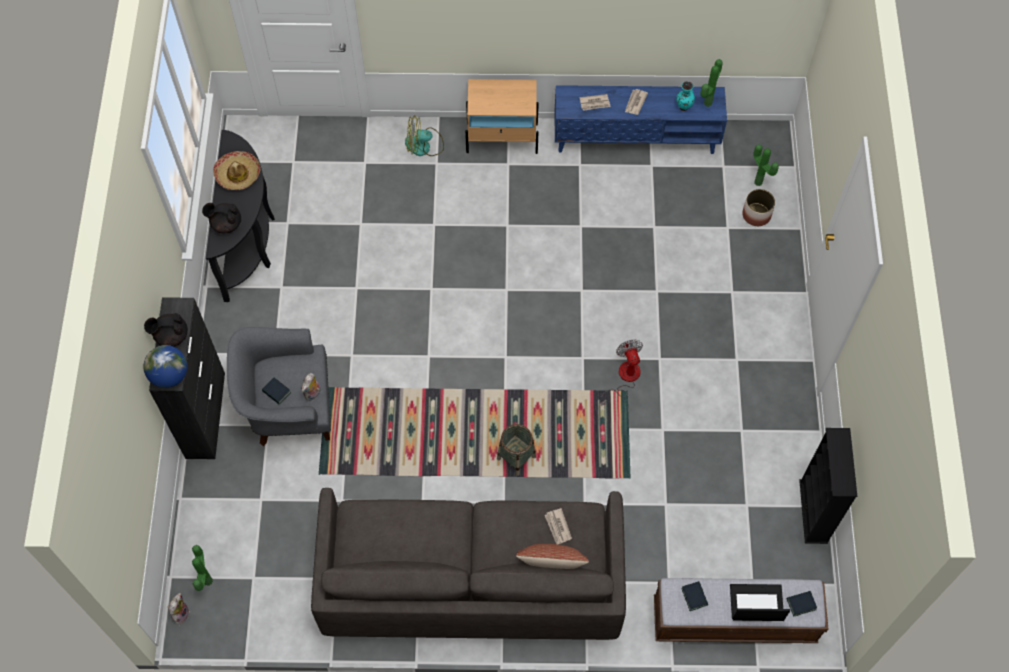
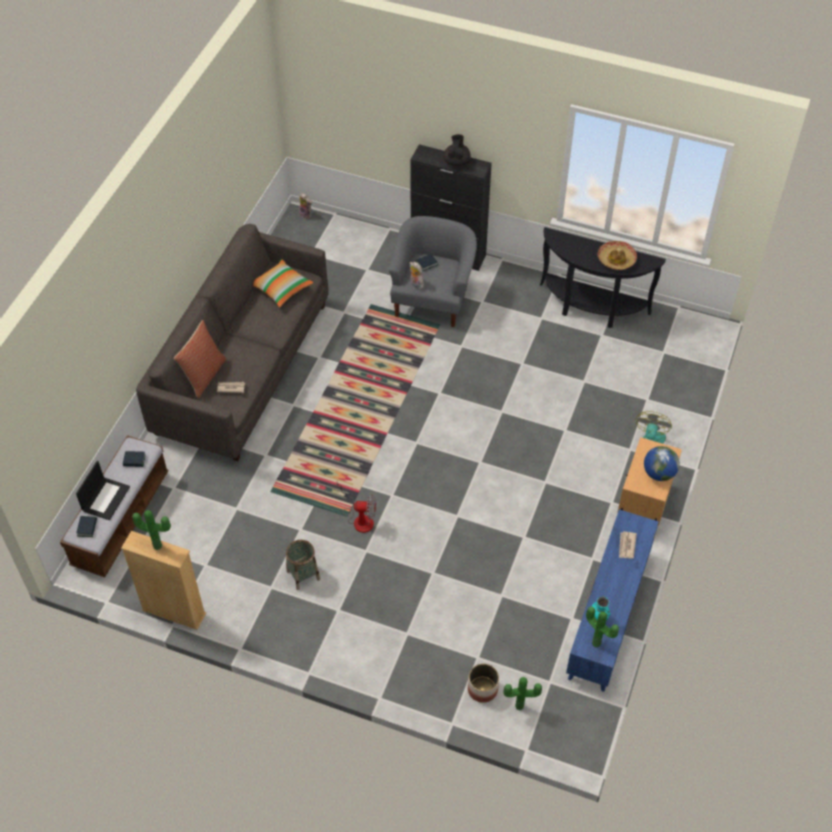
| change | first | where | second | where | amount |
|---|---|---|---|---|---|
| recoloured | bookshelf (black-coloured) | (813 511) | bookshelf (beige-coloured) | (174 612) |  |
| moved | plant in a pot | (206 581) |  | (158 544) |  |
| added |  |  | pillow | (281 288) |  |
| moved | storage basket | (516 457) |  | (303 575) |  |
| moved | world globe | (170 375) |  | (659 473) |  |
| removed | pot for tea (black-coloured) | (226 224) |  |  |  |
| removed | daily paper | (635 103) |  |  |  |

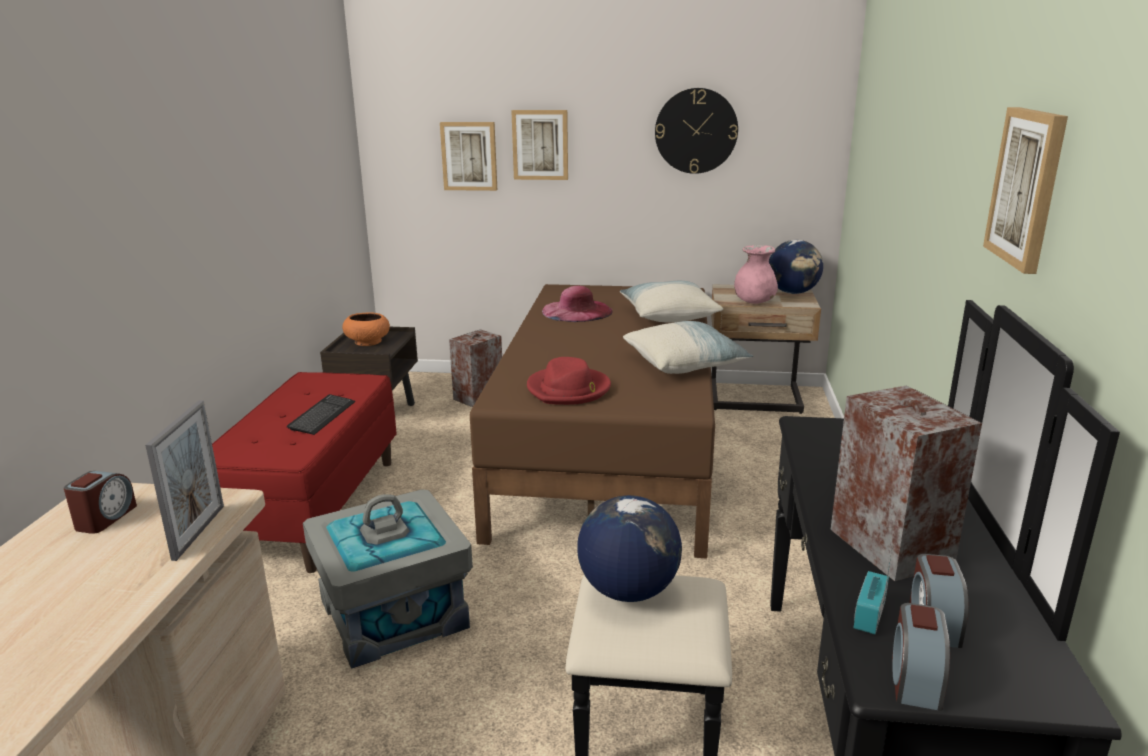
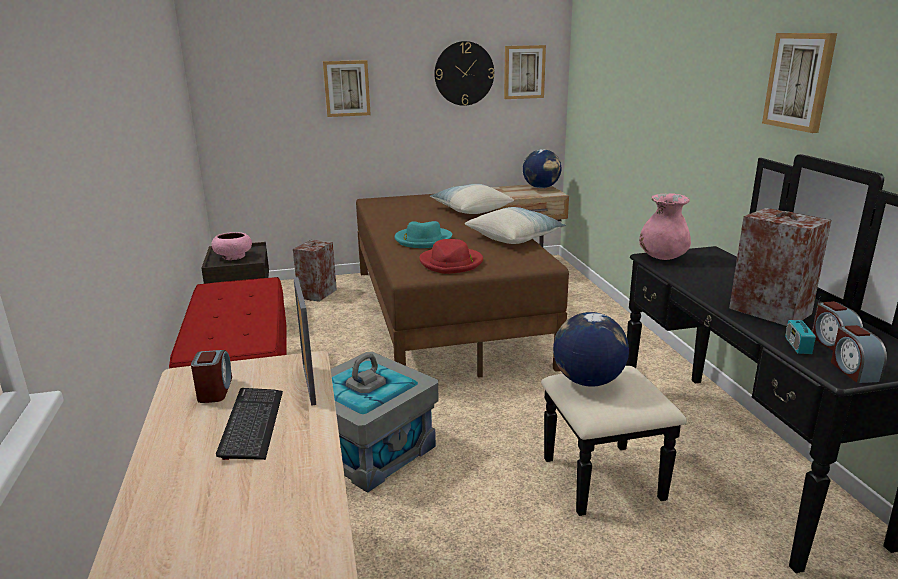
| change | first | where | second | where | amount |
|---|---|---|---|---|---|
| recoloured | bowl (orange-coloured) | (367 342) | bowl (pink) | (233 256) |  |
| moved | keyboard | (322 416) |  | (252 424) |  |
| added |  |  | wearable hat (turquoise-coloured) | (423 240) |  |
| moved | wall picture | (469 156) |  | (524 72) |  |
| moved | vase (pink) | (754 302) |  | (662 257) |  |
| removed | wearable hat (pink) | (577 311) |  |  |  |

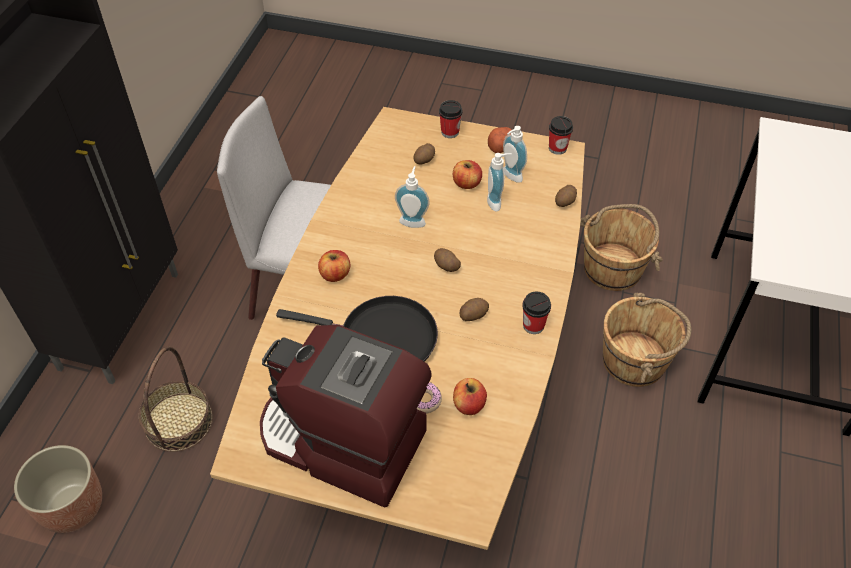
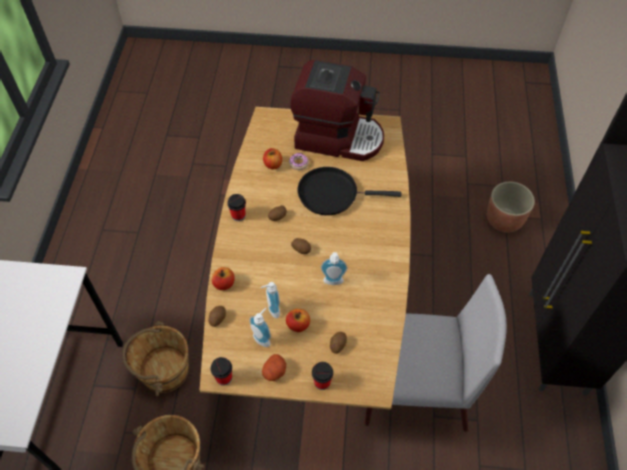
| change | first | where | second | where | amount |
|---|---|---|---|---|---|
| moved | apple fruit | (335 274) |  | (224 284) |  |
| removed | storage basket | (178 421) |  |  |  |

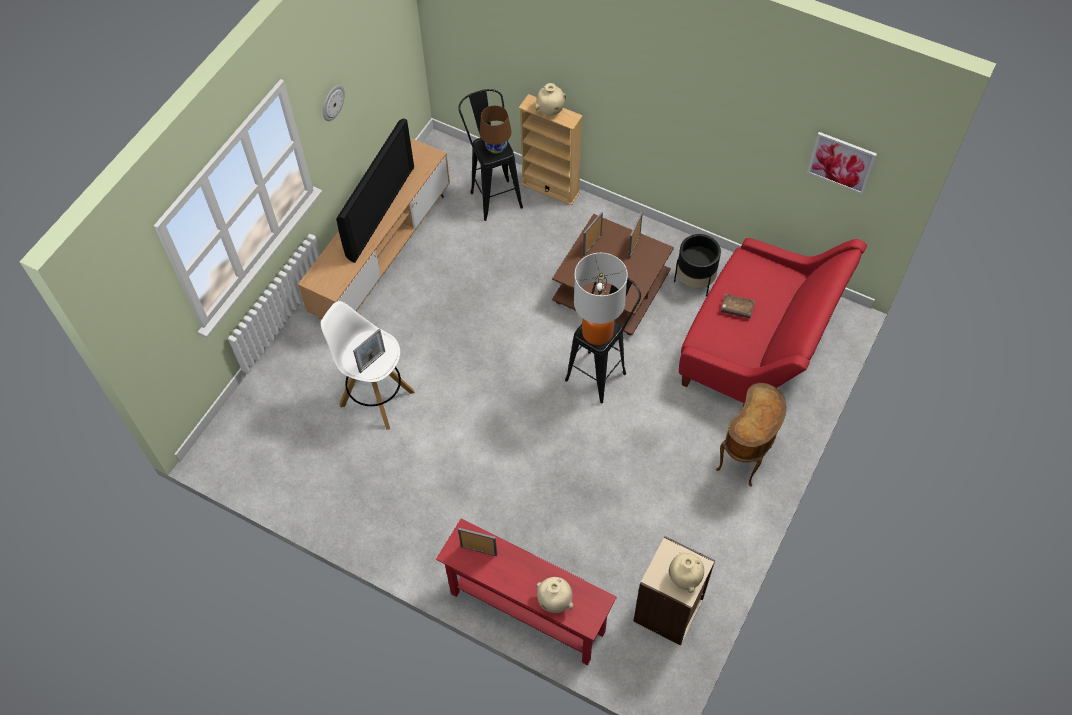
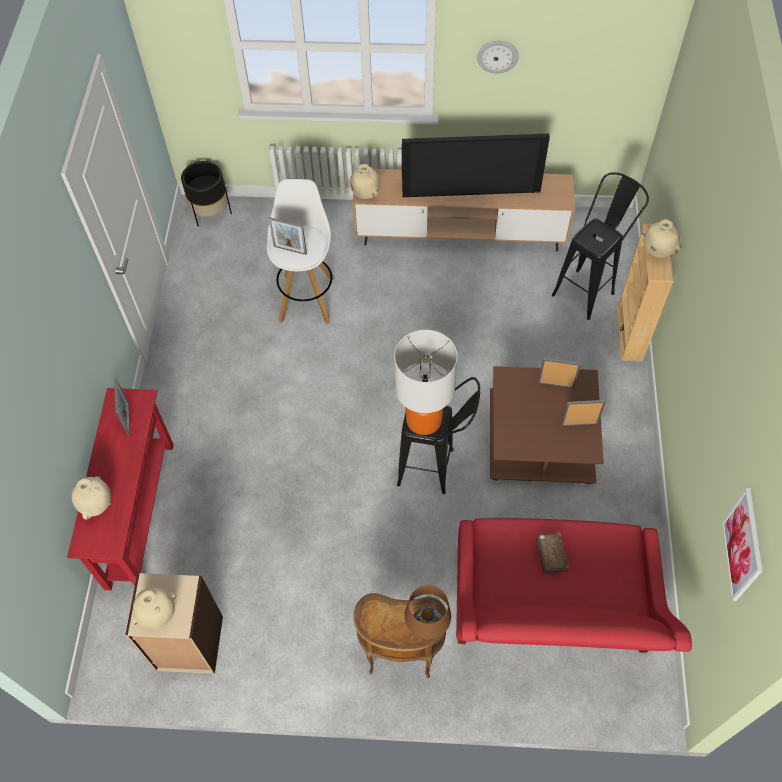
| change | first | where | second | where | amount |
|---|---|---|---|---|---|
| moved | flower pot (black-coloured) | (694 281) |  | (211 213) |  |
| added |  |  | vase (beige-coloured) | (365 194) |  |
| moved | table lamp (brown-coloured) | (496 147) |  | (427 626) |  |

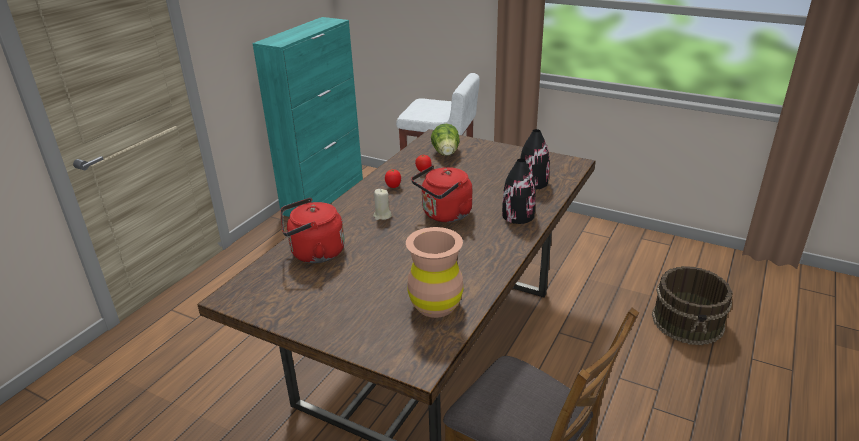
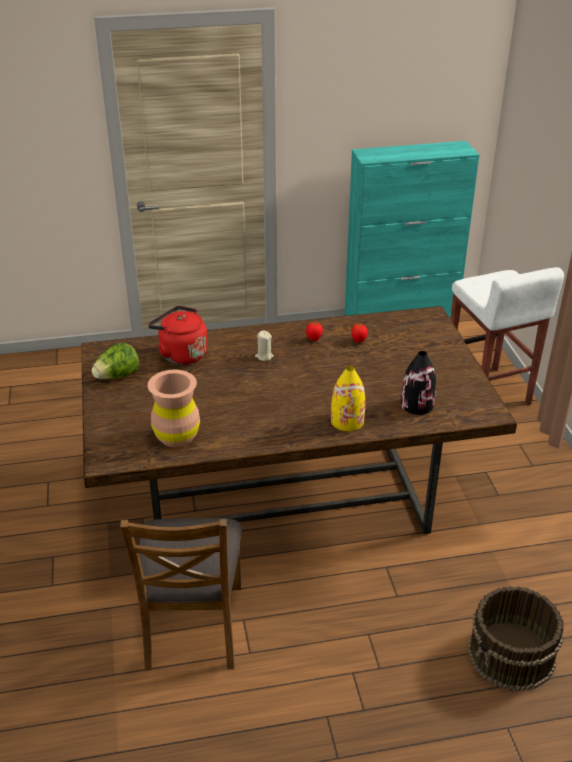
| change | first | where | second | where | amount |
|---|---|---|---|---|---|
| moved | head of lettuce | (446 154) |  | (117 376) |  |
| recoloured | vase (black-coloured) | (518 215) | vase (yellowish) | (347 421) |  |
| removed | water kettle (red) | (444 215) |  |  |  |

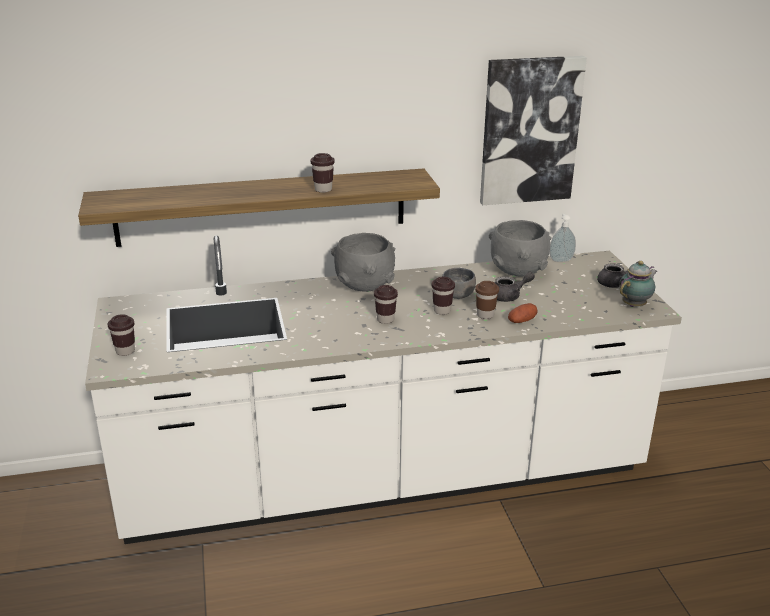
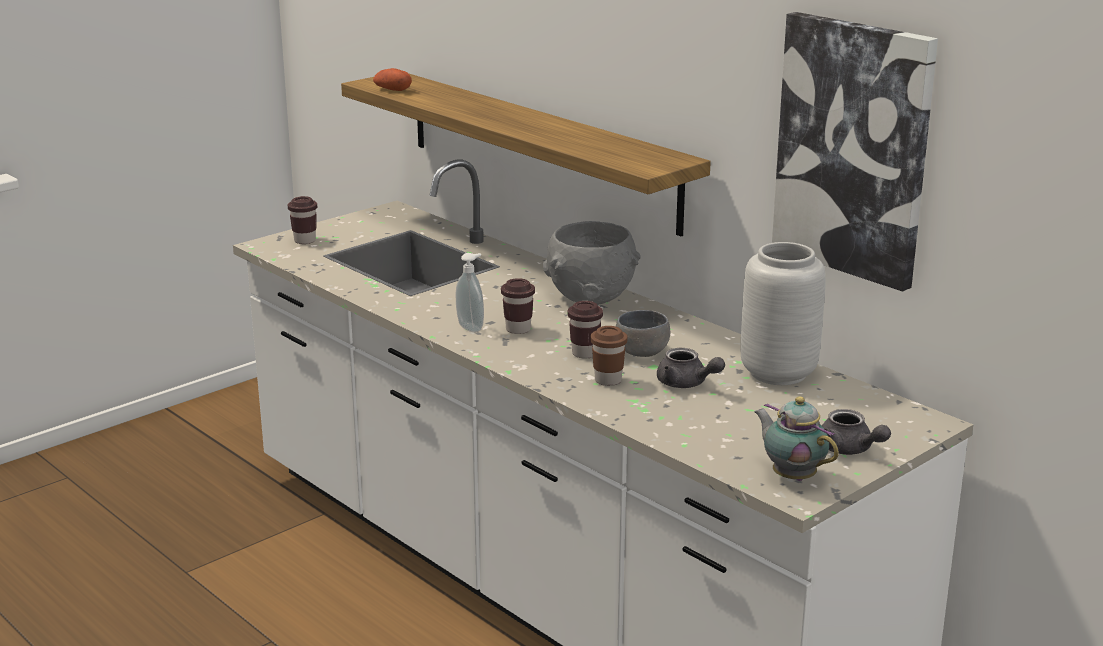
| change | first | where | second | where | amount |
|---|---|---|---|---|---|
| moved | whole potato | (522 321) |  | (392 90) |  |
| moved | liquid soap bottle | (560 260) |  | (471 327) |  |
| replaced | bowl (greyish) | (517 271) | vase (greyish) | (777 373) |  |
| turned | pot for tea | (635 305) |  | (791 476) | 150 degrees counterclockwise |
| removed | small cup (brown-coloured) | (323 189) |  |  |  |

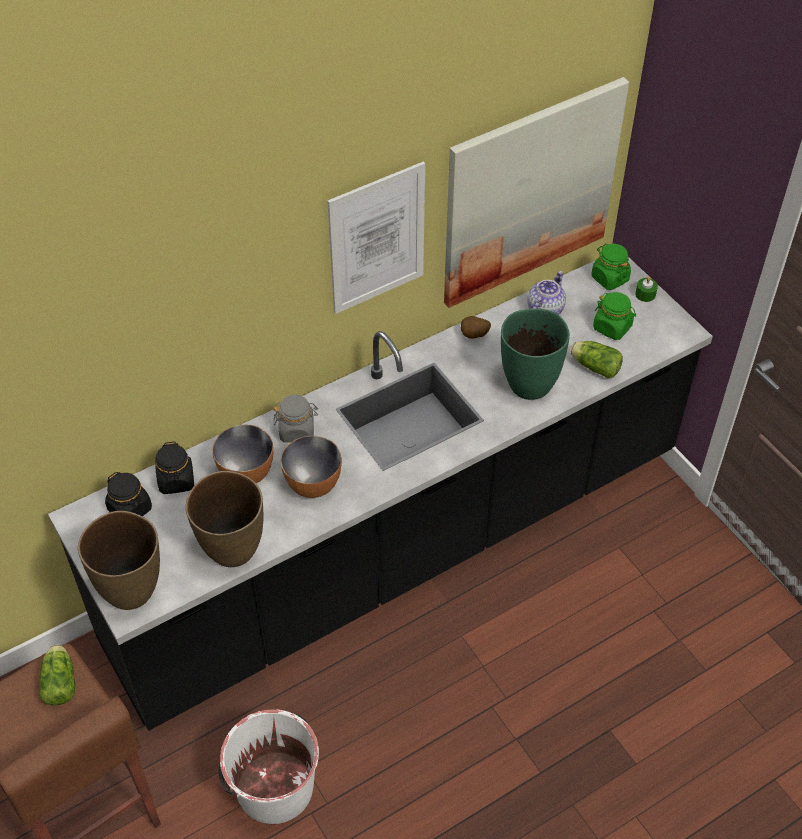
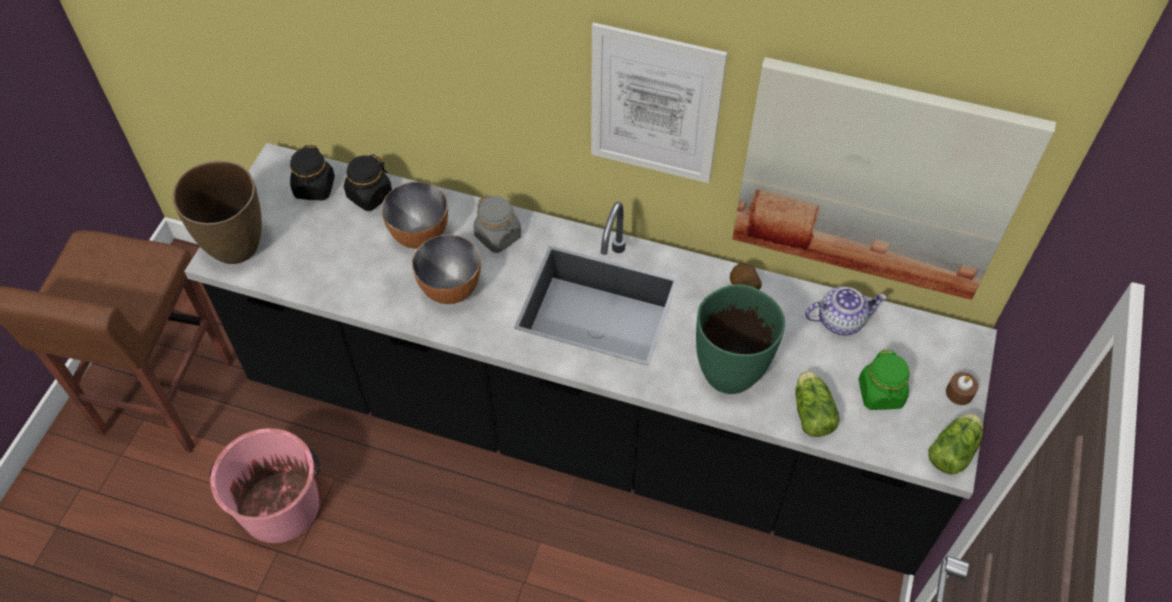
| change | first | where | second | where | amount |
|---|---|---|---|---|---|
| recoloured | bucket (whitish) | (274 787) | bucket (pink) | (280 506) |  |
| moved | head of lettuce | (60 681) |  | (954 450) |  |
| recoloured | candle (greenish) | (645 294) | candle (brown-coloured) | (959 393) |  |
| removed | vase (brown-coloured) | (233 551) |  |  |  |
| removed | preserve jar (greenish) | (609 278) |  |  |  |

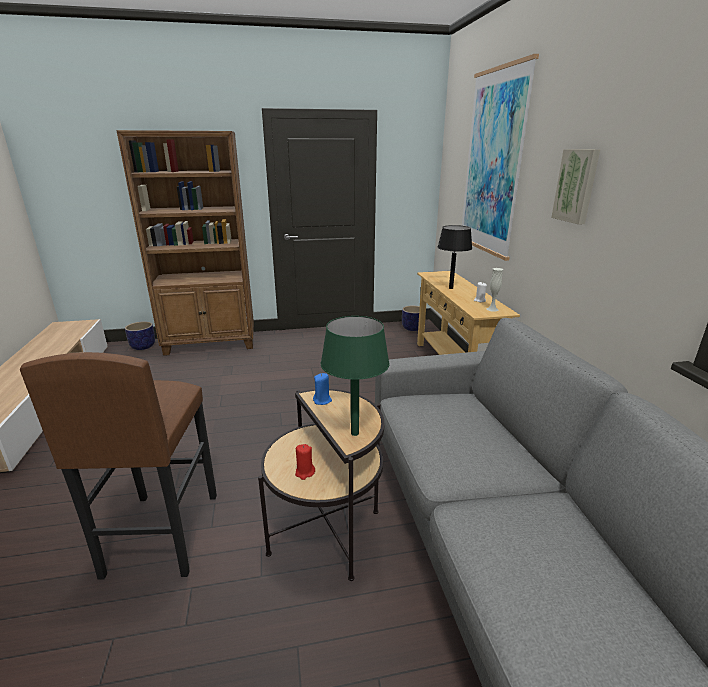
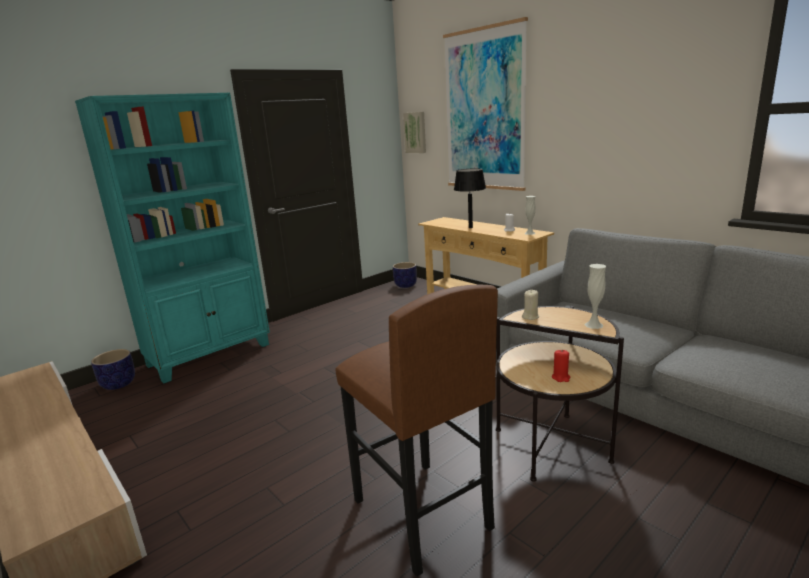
| change | first | where | second | where | amount |
|---|---|---|---|---|---|
| recoloured | bookshelf (brown-coloured) | (211 344) | bookshelf (turquoise-coloured) | (210 355) |  |
| moved | wall picture | (576 186) |  | (415 132) |  |
| recoloured | candle (blue-coloured) | (322 400) | candle (beige-coloured) | (530 317) |  |
| replaced | table lamp (greenish) | (354 433) | vase (whitish) | (593 325) |  |

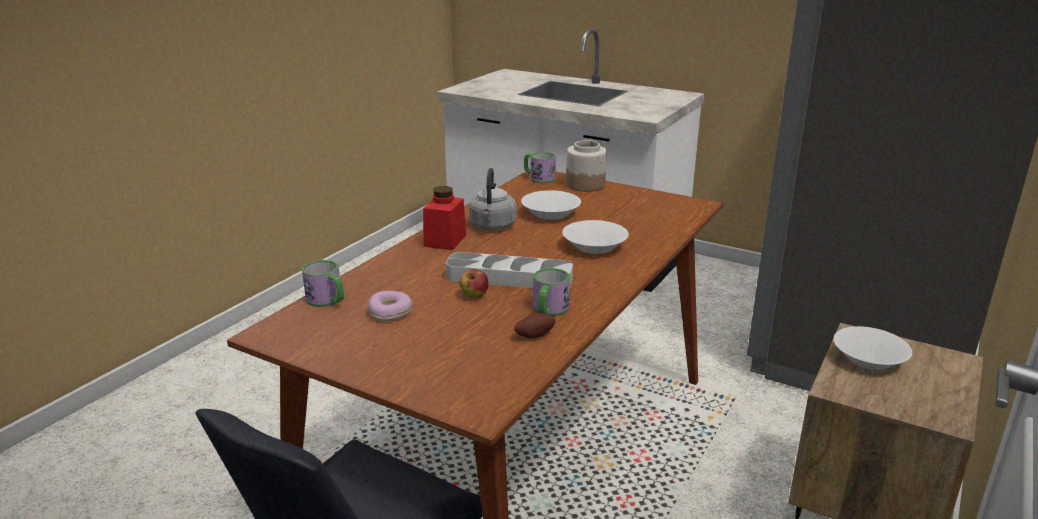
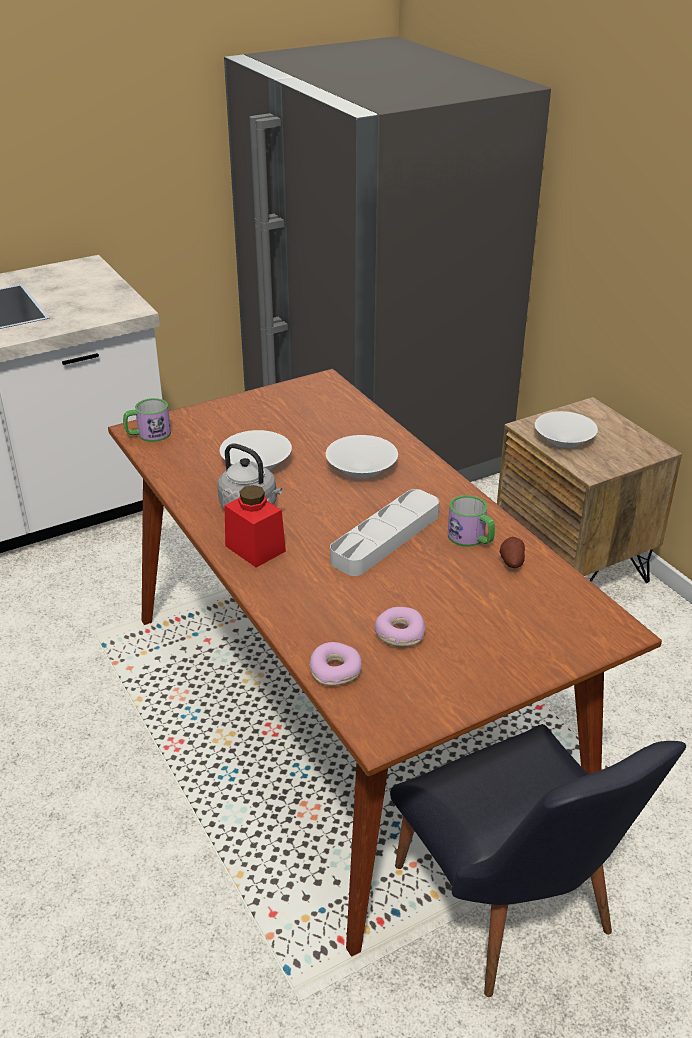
| change | first | where | second | where | amount |
|---|---|---|---|---|---|
| replaced | mug | (328 300) | ring doughnut | (335 670) |  |
| removed | apple fruit | (474 296) |  |  |  |
| removed | preserve jar | (585 185) |  |  |  |

